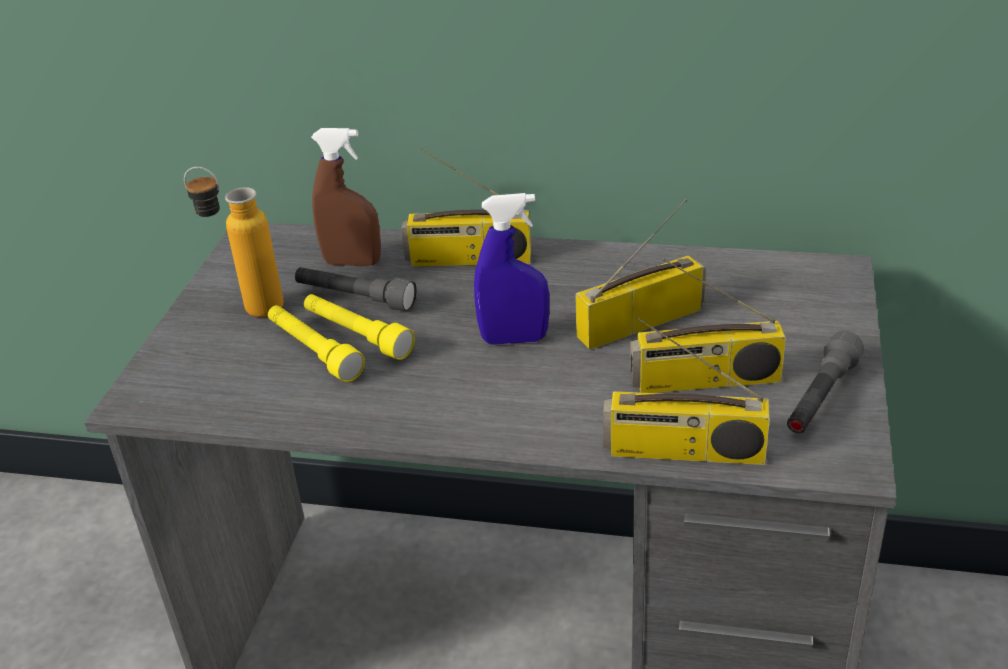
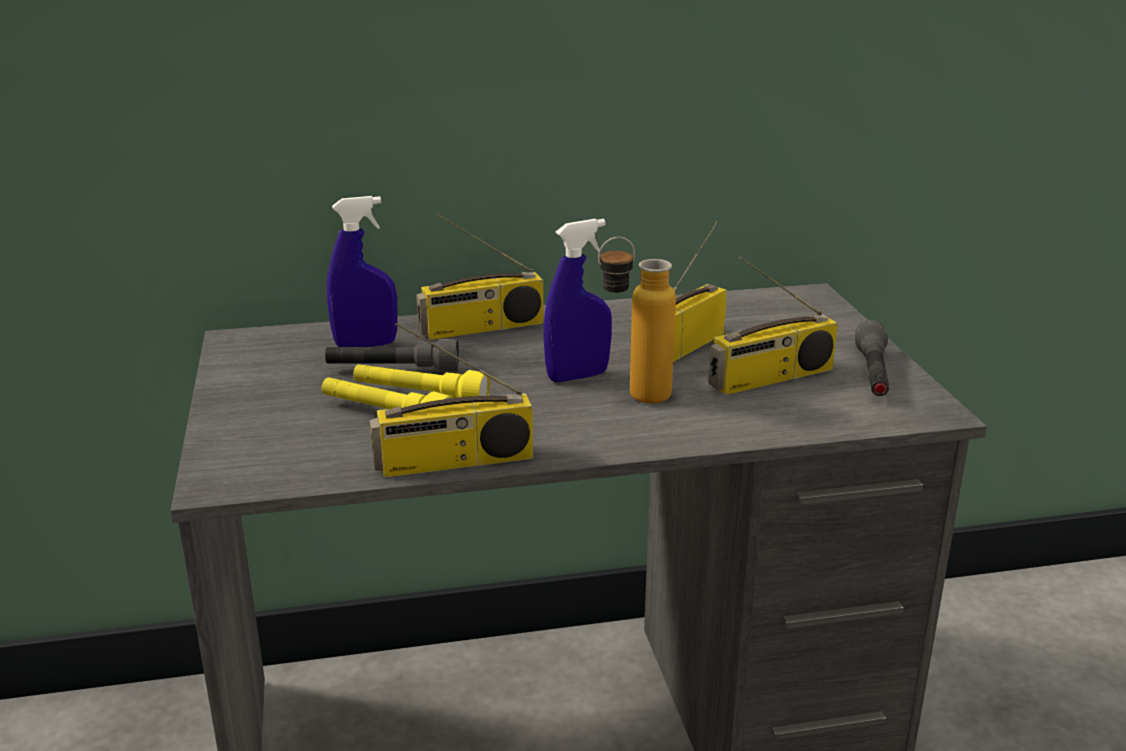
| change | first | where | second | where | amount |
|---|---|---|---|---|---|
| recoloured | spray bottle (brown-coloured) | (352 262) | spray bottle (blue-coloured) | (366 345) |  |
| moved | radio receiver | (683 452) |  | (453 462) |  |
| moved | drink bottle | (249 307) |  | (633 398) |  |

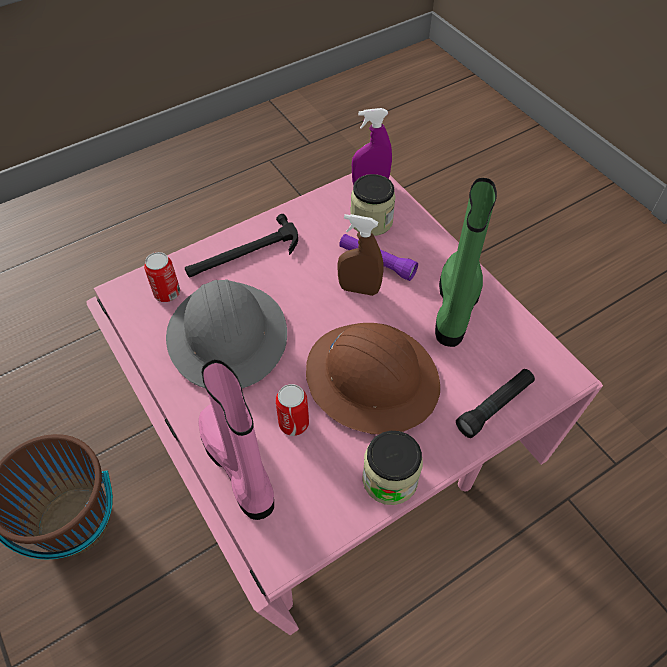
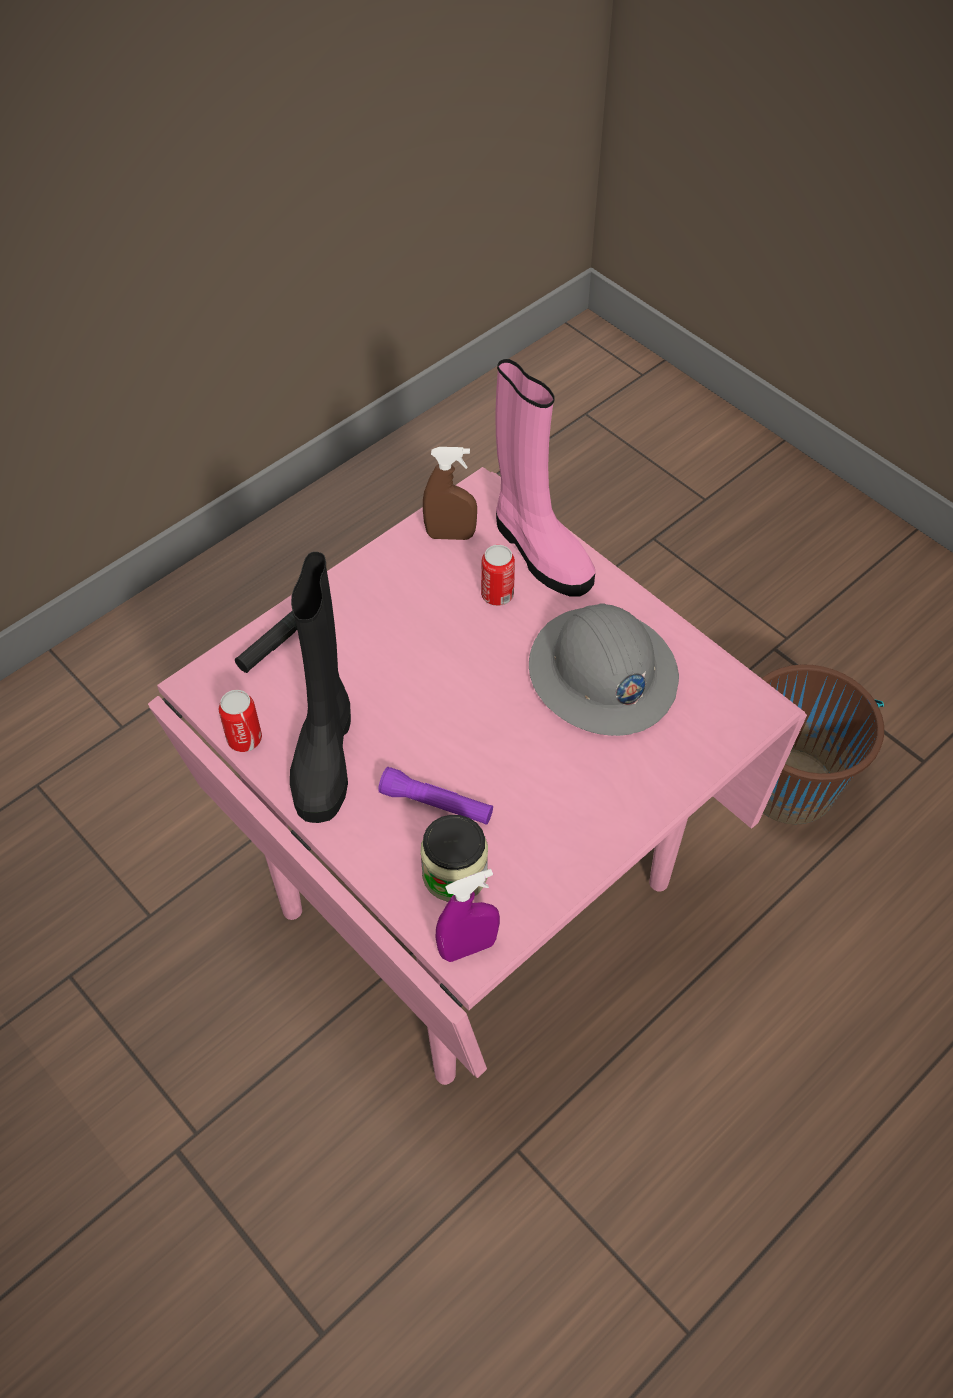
| change | first | where | second | where | amount |
|---|---|---|---|---|---|
| moved | metal can | (167 293) |  | (244 739) |  |
| recoloured | high-top boot (greenish) | (455 305) | high-top boot (black-coloured) | (325 755) |  |
| moved | spray bottle (brown-coloured) | (359 289) |  | (450 535) |  |
| removed | hand hammer | (243 254) |  |  |  |
| removed | safety helmet (brown-coloured) | (372 378) |  |  |  |
| removed | preserve jar | (390 479) |  |  |  |

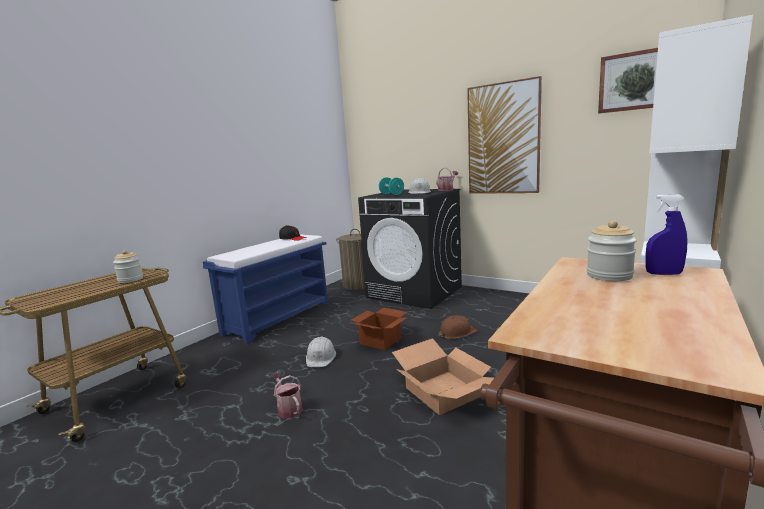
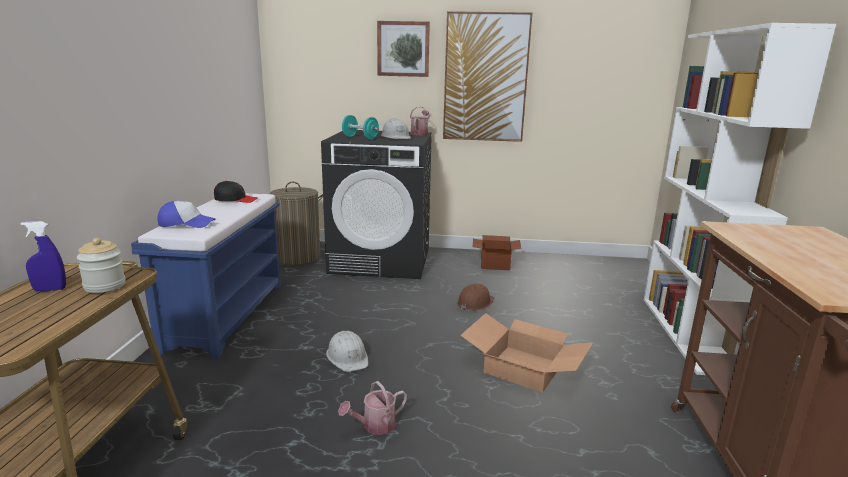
| change | first | where | second | where | amount |
|---|---|---|---|---|---|
| moved | spray bottle (blue-coloured) | (663 273) |  | (50 289) |  |
| added |  |  | peaked cap | (186 223) |  |
| turned | watering can | (288 408) |  | (375 426) | 60 degrees counterclockwise |
| moved | wall picture | (630 82) |  | (403 49) |  |
| moved | carton | (381 340) |  | (495 264) |  |
| removed | preserve jar | (609 276) |  |  |  |

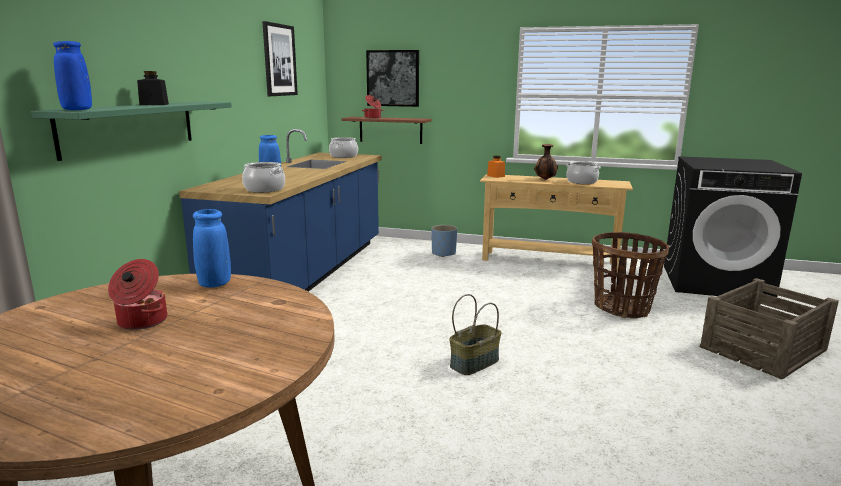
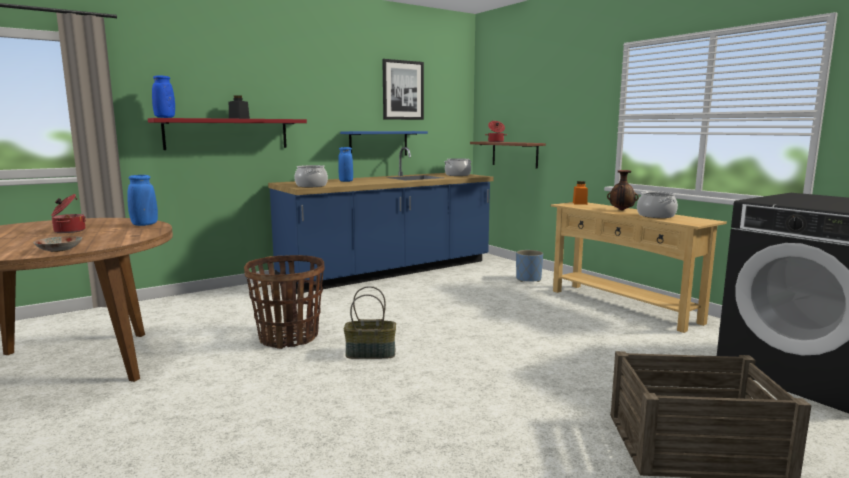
| change | first | where | second | where | amount |
|---|---|---|---|---|---|
| added |  |  | plate | (59 250) |  |
| recoloured | shelf (greenish) | (130 127) | shelf (red) | (227 133) |  |
| moved | storage basket | (622 308) |  | (288 337) |  |
| added |  |  | shelf (blue-coloured) | (378 143) |  |
| removed | wall picture | (393 78) |  |  |  |

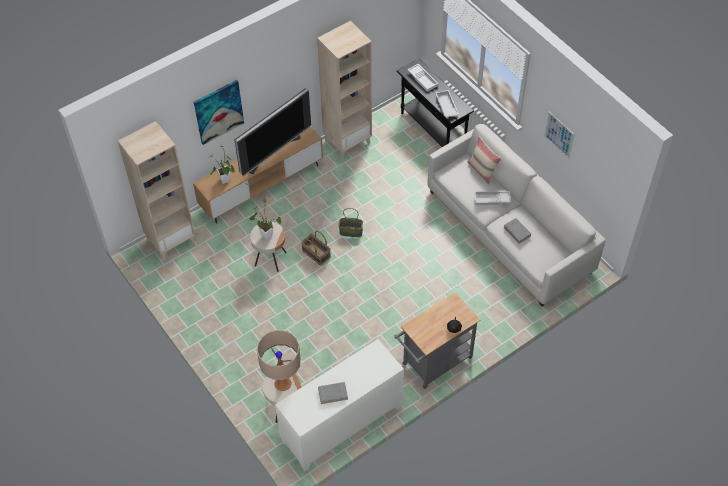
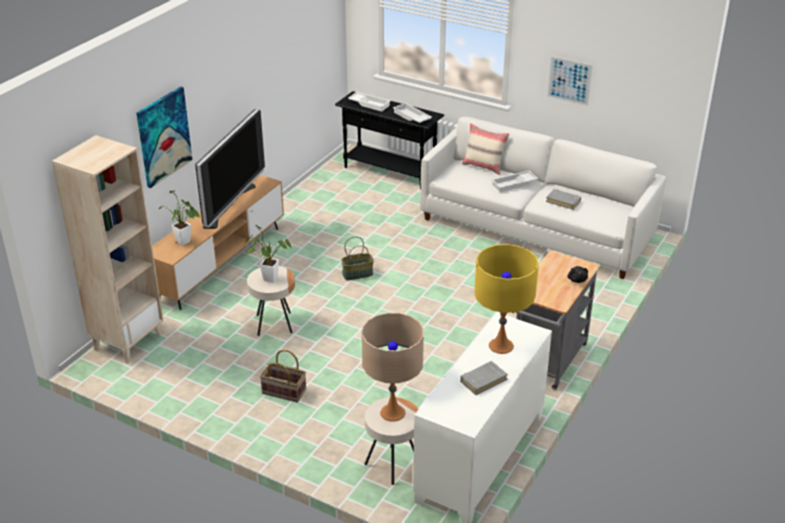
| change | first | where | second | where | amount |
|---|---|---|---|---|---|
| moved | storage basket | (316 254) |  | (283 392) |  |
| added |  |  | table lamp (yellowish) | (501 346) |  |
| removed | bookshelf (beige-coloured) | (347 141) |  |  |  |

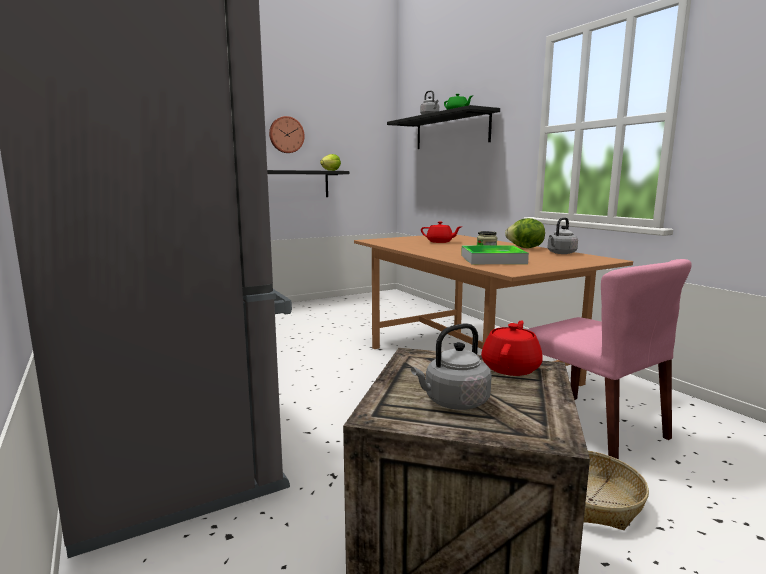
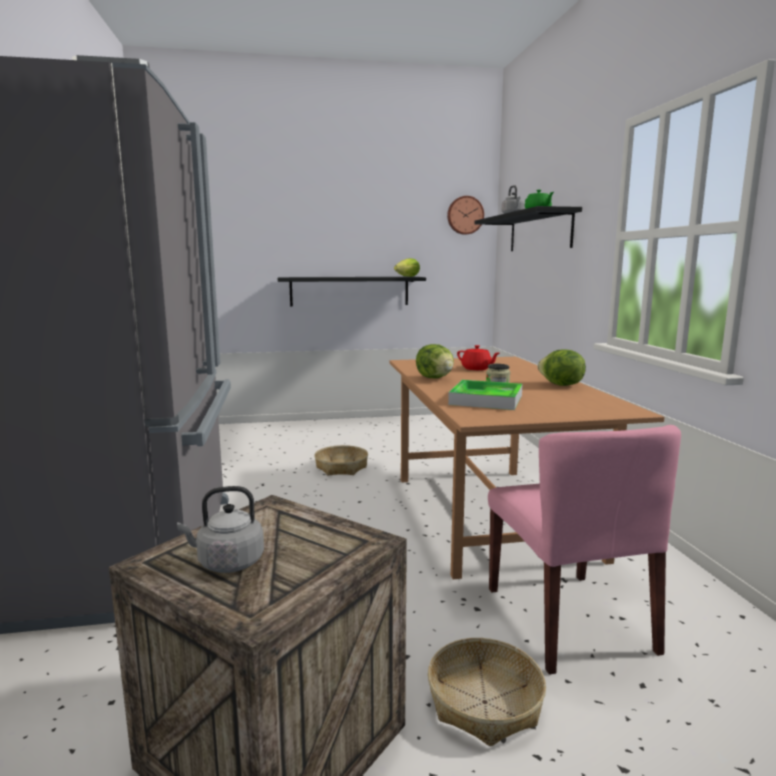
| change | first | where | second | where | amount |
|---|---|---|---|---|---|
| added |  |  | storage basket | (341 467) |  |
| added |  |  | head of lettuce | (435 378) |  |
| moved | wall clock | (286 135) |  | (465 215) |  |
| removed | pot for tea (red) | (511 368) |  |  |  |
| removed | water kettle (greyish) | (560 253) |  |  |  |

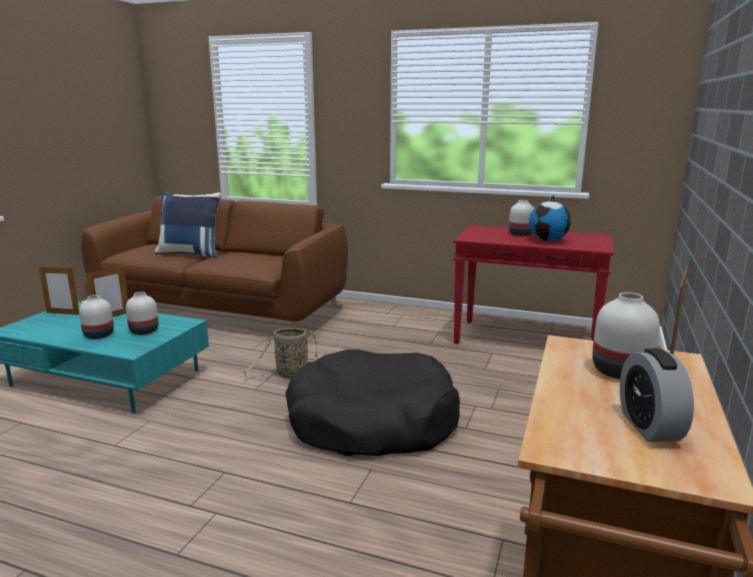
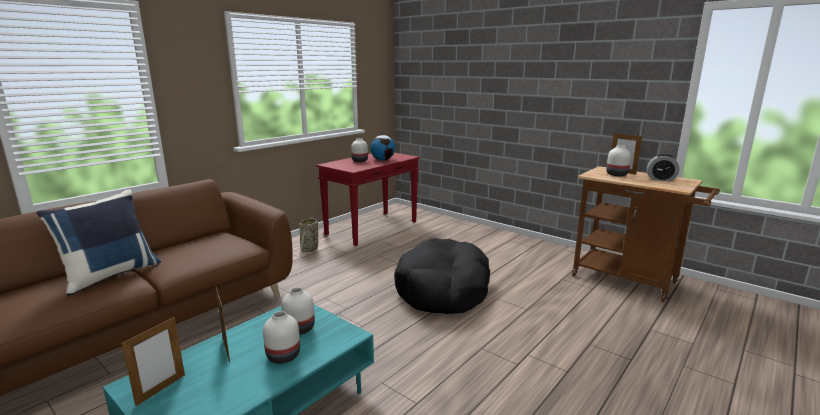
| change | first | where | second | where | amount |
|---|---|---|---|---|---|
| moved | storage basket | (289 375) |  | (309 250) |  |

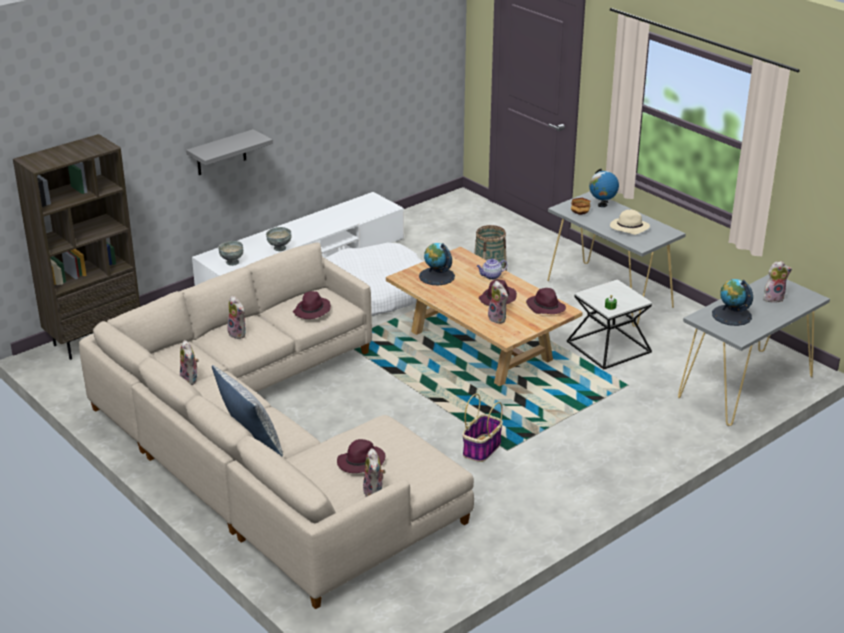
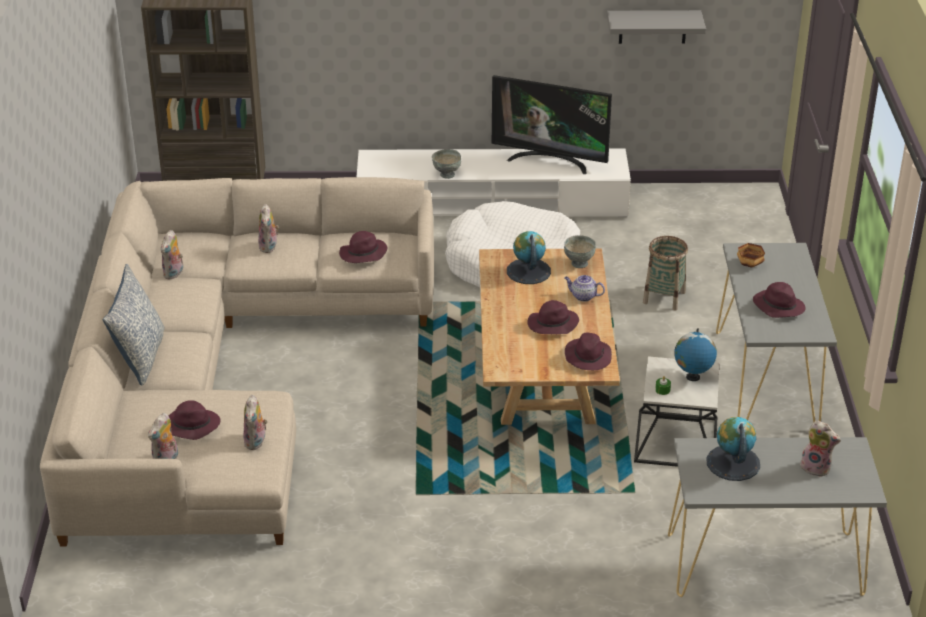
| change | first | where | second | where | amount |
|---|---|---|---|---|---|
| moved | cuddly toy | (498 318) |  | (256 442) |  |
| added |  |  | TV set | (550 160) |  |
| moved | bowl (greyish) | (232 262) |  | (578 263) |  |
| moved | shelf (greyish) | (221 153) |  | (652 26) |  |
| moved | world globe | (602 205) |  | (692 377) |  |
| recoloured | wearable hat (beige-coloured) | (628 228) | wearable hat (purplish) | (777 306) |  |
| removed | storage basket | (482 449) |  |  |  |

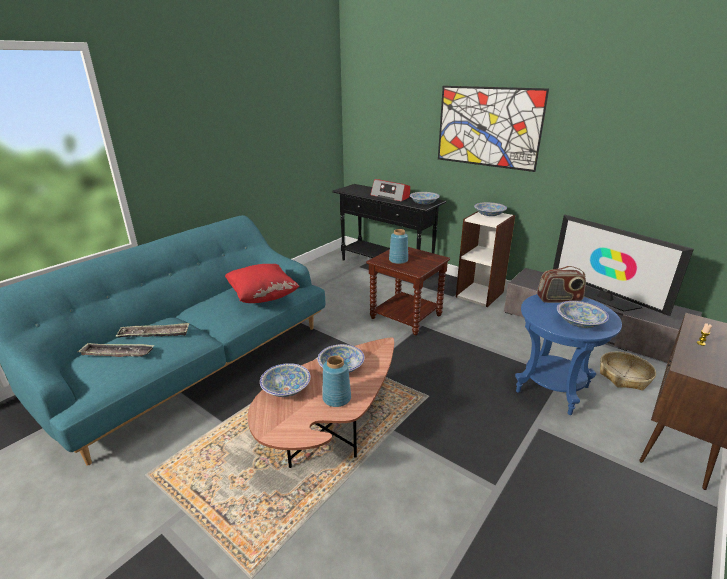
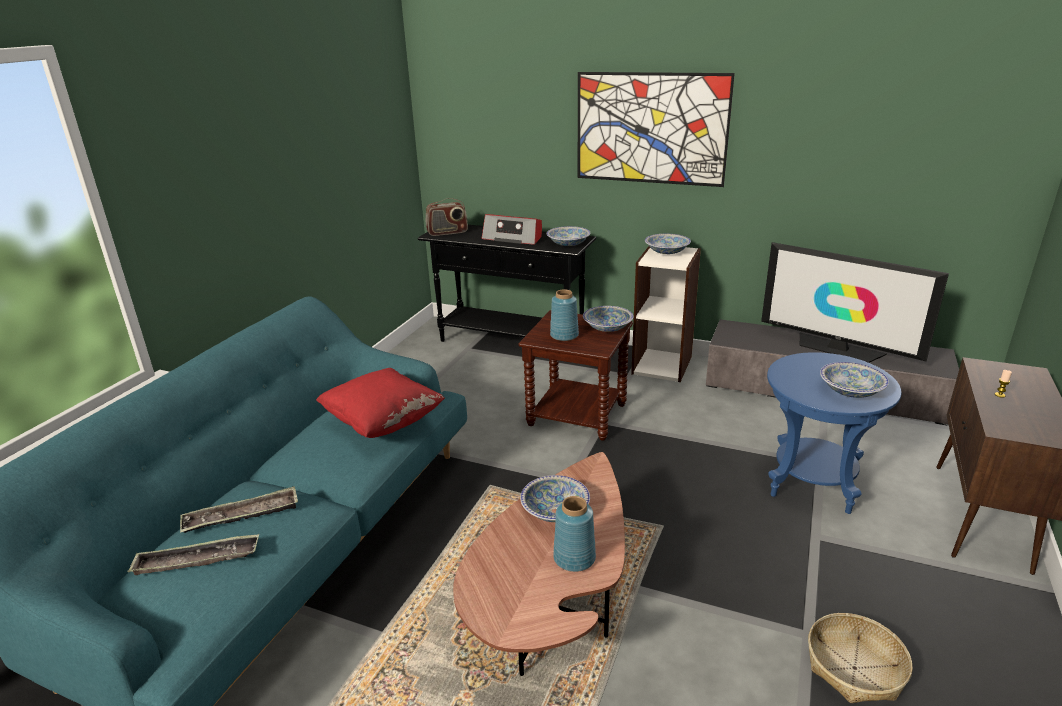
| change | first | where | second | where | amount |
|---|---|---|---|---|---|
| moved | radio receiver | (559 299) |  | (447 232) |  |
| moved | bowl | (286 389) |  | (607 328) |  |
| moved | storage basket | (624 376) |  | (854 668) |  |

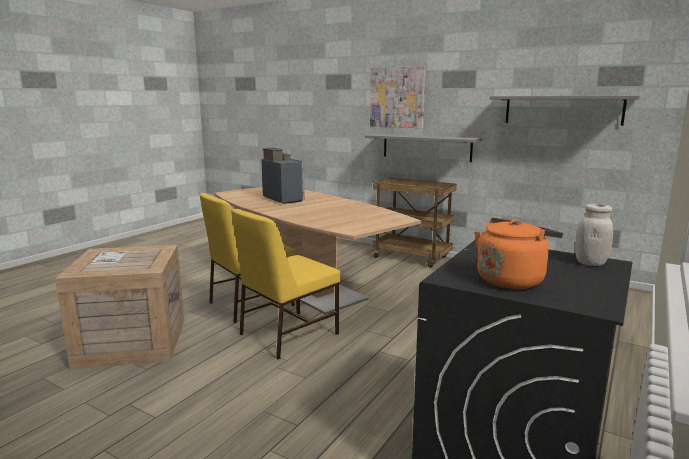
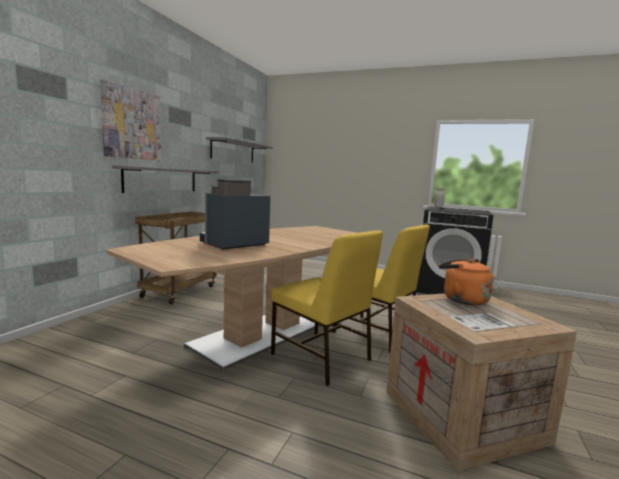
| change | first | where | second | where | amount |
|---|---|---|---|---|---|
| moved | water kettle (orange-coloured) | (512 280) |  | (462 299) |  |

